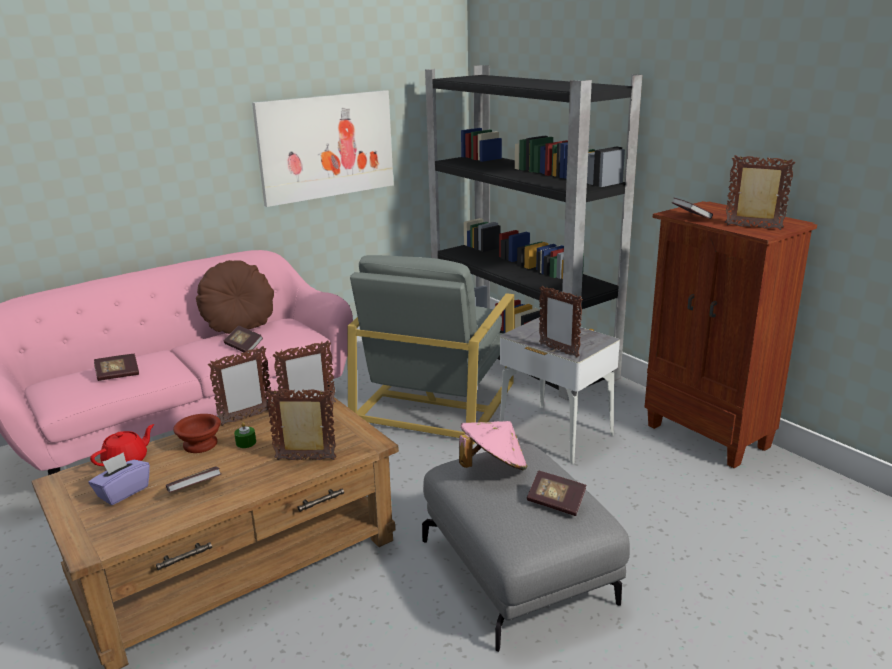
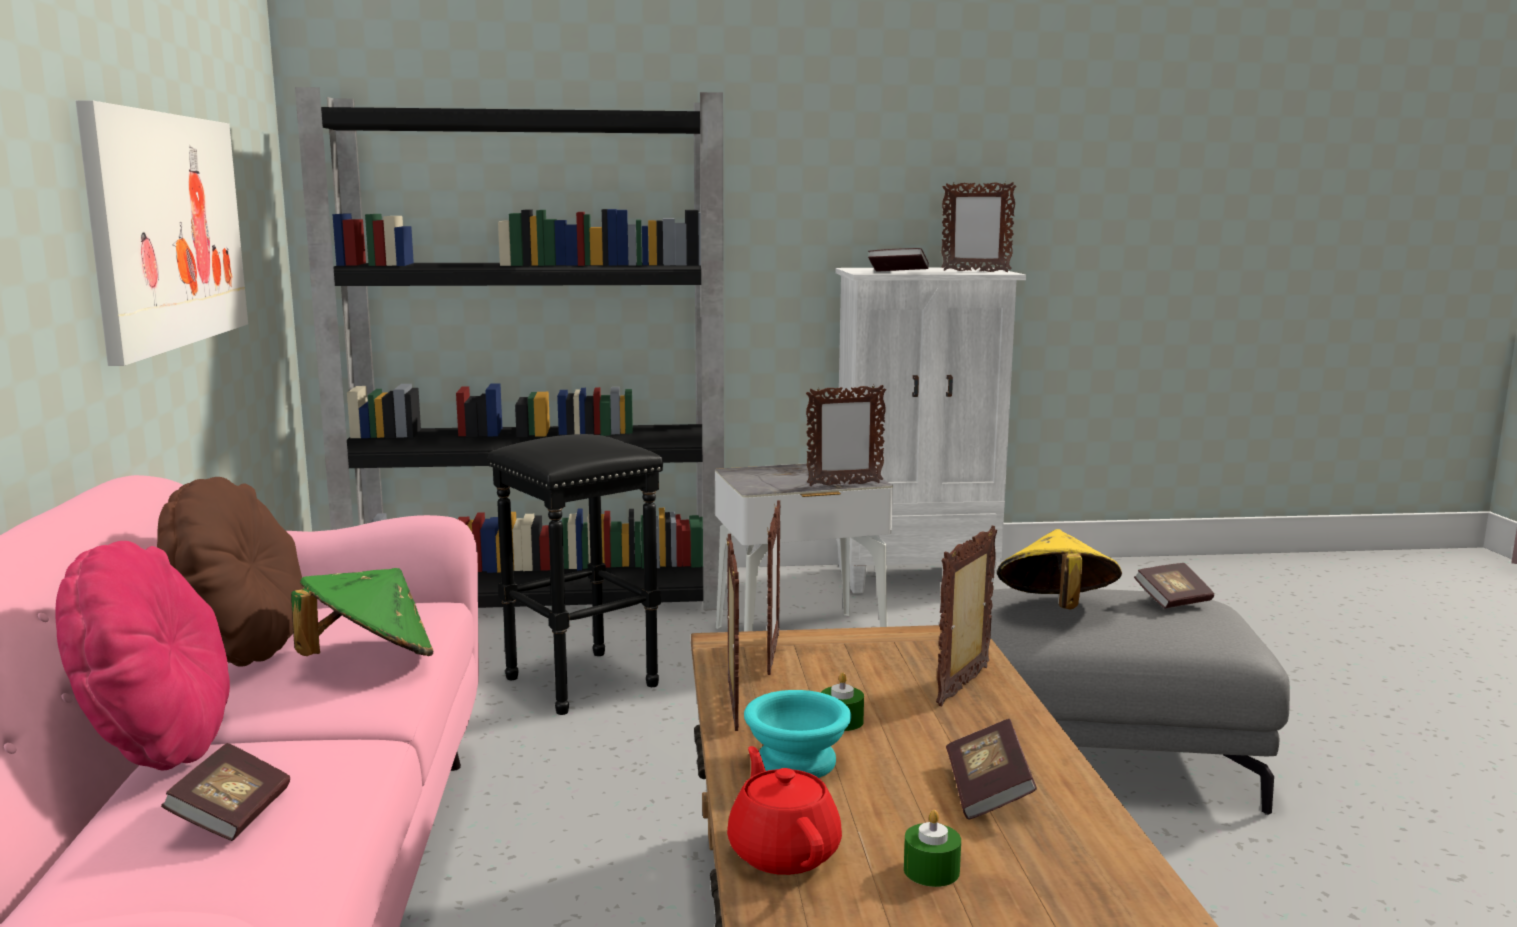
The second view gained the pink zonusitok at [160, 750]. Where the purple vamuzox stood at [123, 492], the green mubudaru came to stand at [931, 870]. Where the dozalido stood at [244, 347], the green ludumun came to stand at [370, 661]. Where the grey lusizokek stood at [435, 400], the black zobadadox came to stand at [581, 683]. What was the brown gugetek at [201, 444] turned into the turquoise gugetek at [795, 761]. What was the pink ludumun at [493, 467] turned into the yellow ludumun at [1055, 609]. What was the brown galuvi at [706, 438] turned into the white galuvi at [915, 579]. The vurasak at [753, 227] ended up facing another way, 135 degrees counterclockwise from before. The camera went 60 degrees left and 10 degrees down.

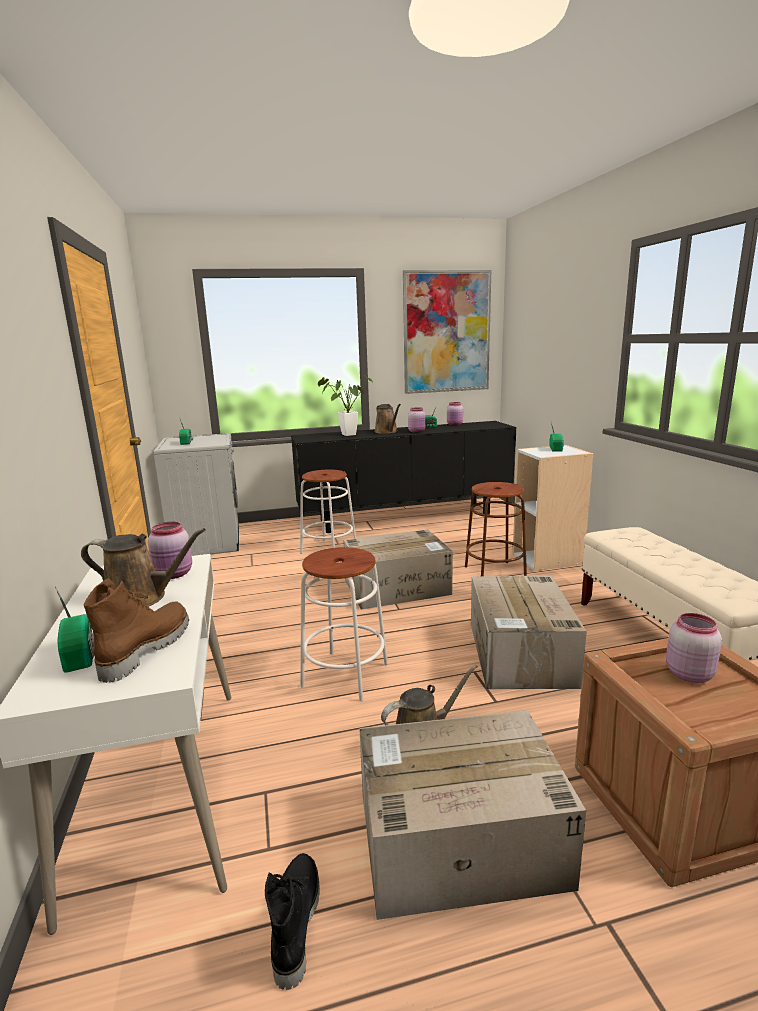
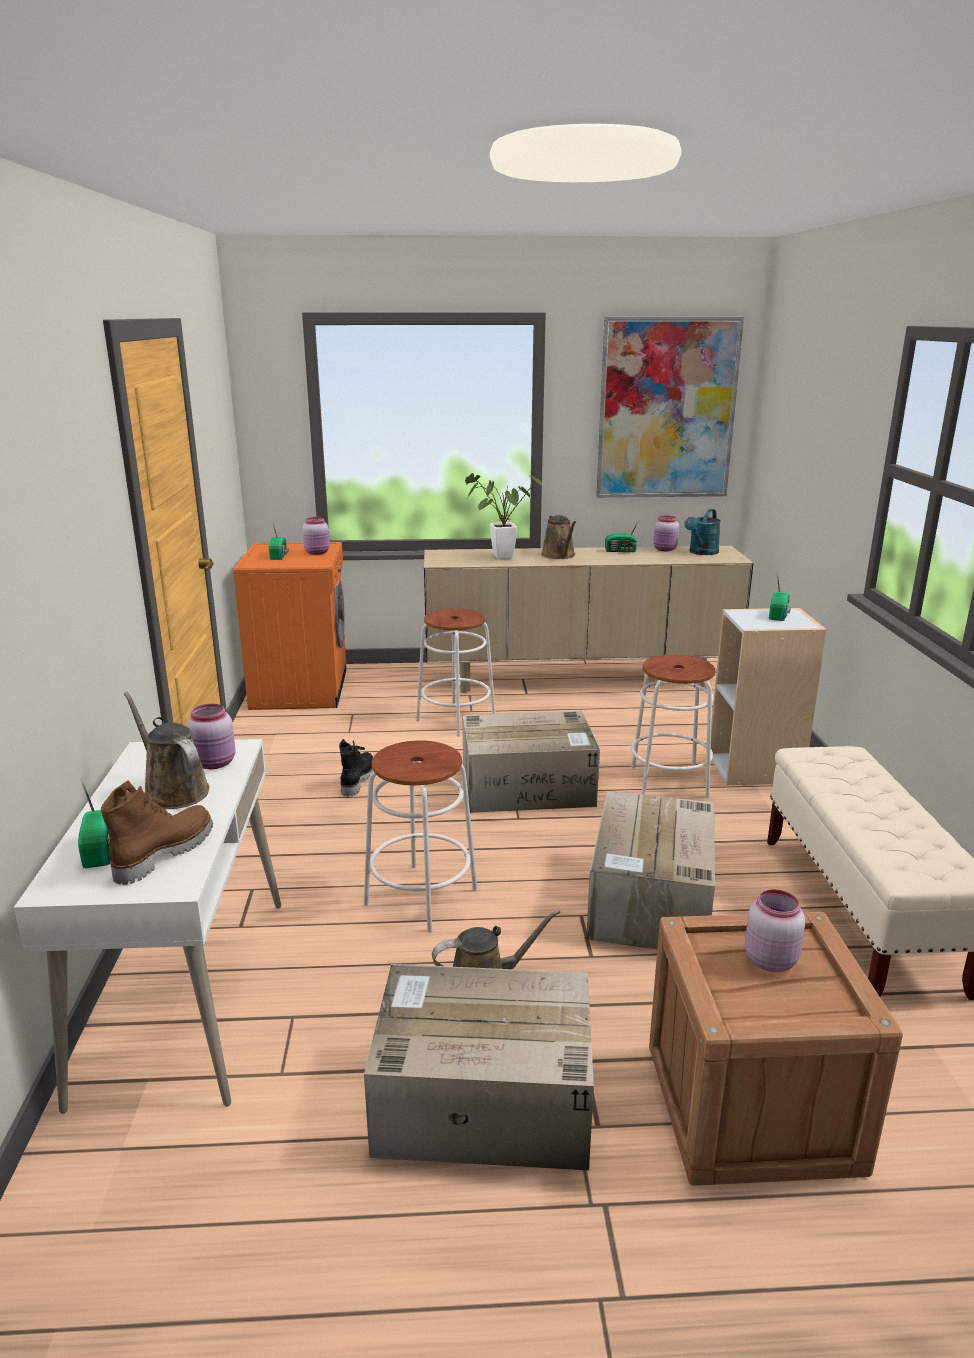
The second view gained the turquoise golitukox at [701, 552]. The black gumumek ended up elsewhere, having gone from [294, 923] to [357, 780]. The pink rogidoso ended up elsewhere, having gone from [417, 431] to [318, 552]. What was the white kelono at [209, 541] turned into the orange kelono at [302, 689]. What was the black galuvi at [405, 518] turned into the beige galuvi at [579, 679]. What was the brown zobadadox at [494, 573] turned into the white zobadadox at [669, 781]. The brown golitukox at [141, 598] ended up facing another way, 150 degrees counterclockwise from before. The camera went 10 degrees right and 5 degrees up.

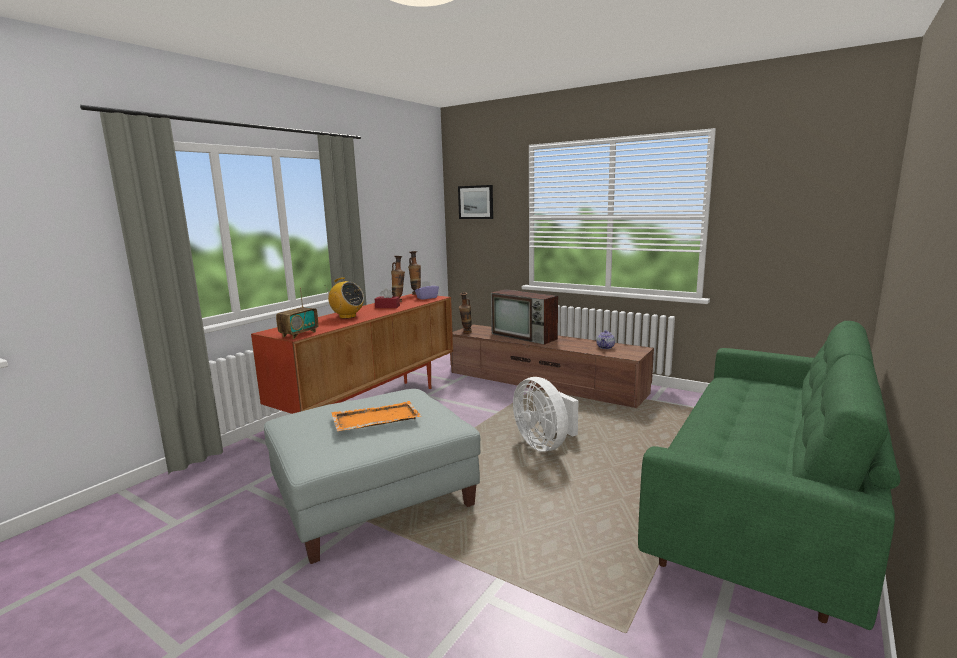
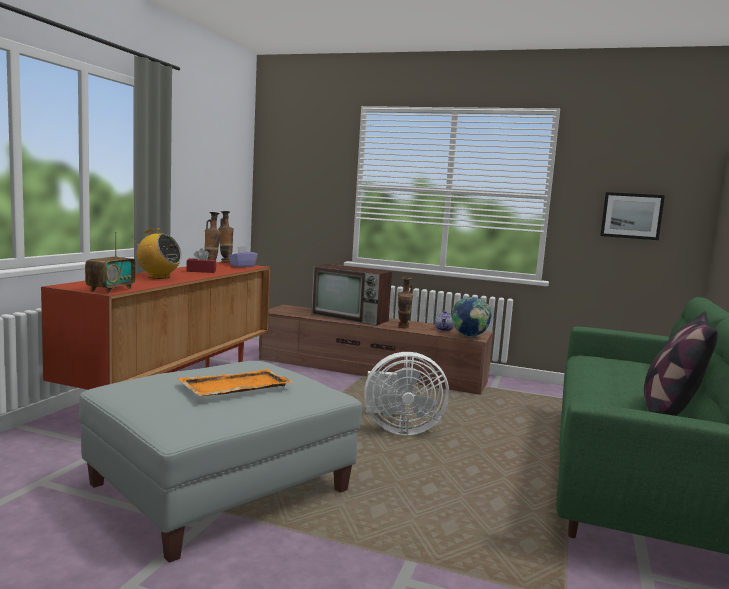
The second view gained the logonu at [469, 337]. The second view gained the zonusitok at [669, 413]. The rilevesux ended up elsewhere, having gone from [476, 202] to [631, 216]. The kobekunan ended up elsewhere, having gone from [466, 333] to [403, 328]. The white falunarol at [545, 444] ended up facing another way, 45 degrees counterclockwise from before. The camera went 15 degrees left and 5 degrees down.

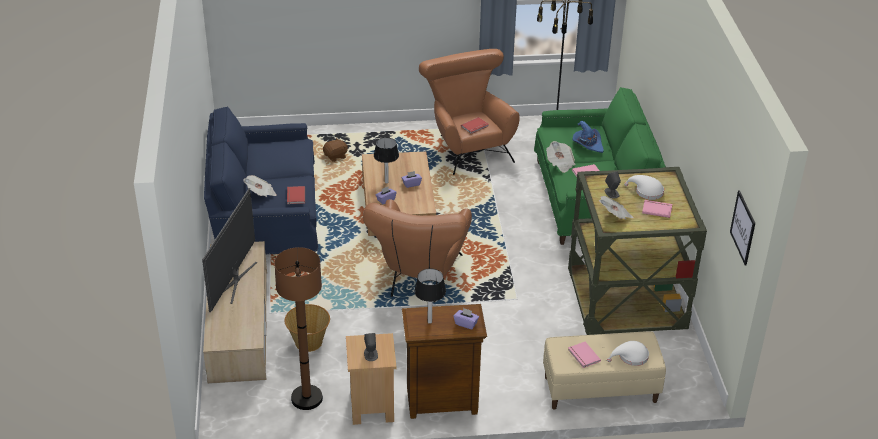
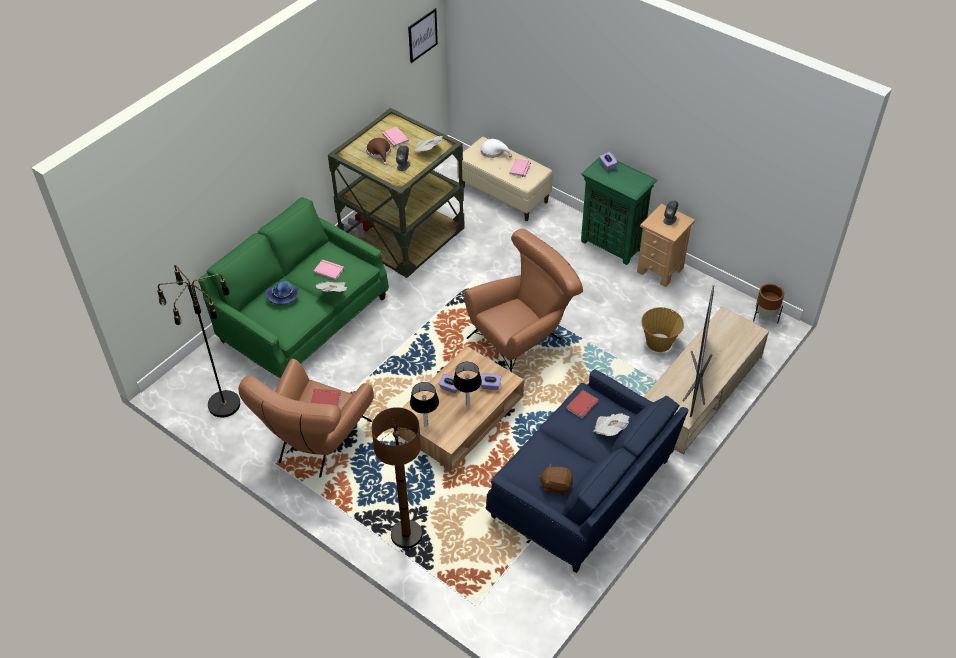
The second view gained the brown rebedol at [765, 317]. The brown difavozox ended up elsewhere, having gone from [307, 398] to [406, 535]. The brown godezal ended up elsewhere, having gone from [335, 156] to [556, 485]. The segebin ended up elsewhere, having gone from [429, 322] to [426, 425]. What was the brown galuvi at [441, 404] turned into the green galuvi at [612, 245]. What was the white ludumun at [646, 191] turned into the brown ludumun at [379, 152]. The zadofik at [234, 280] ended up facing another way, 135 degrees clockwise from before. The camera went 135 degrees left and 10 degrees up.

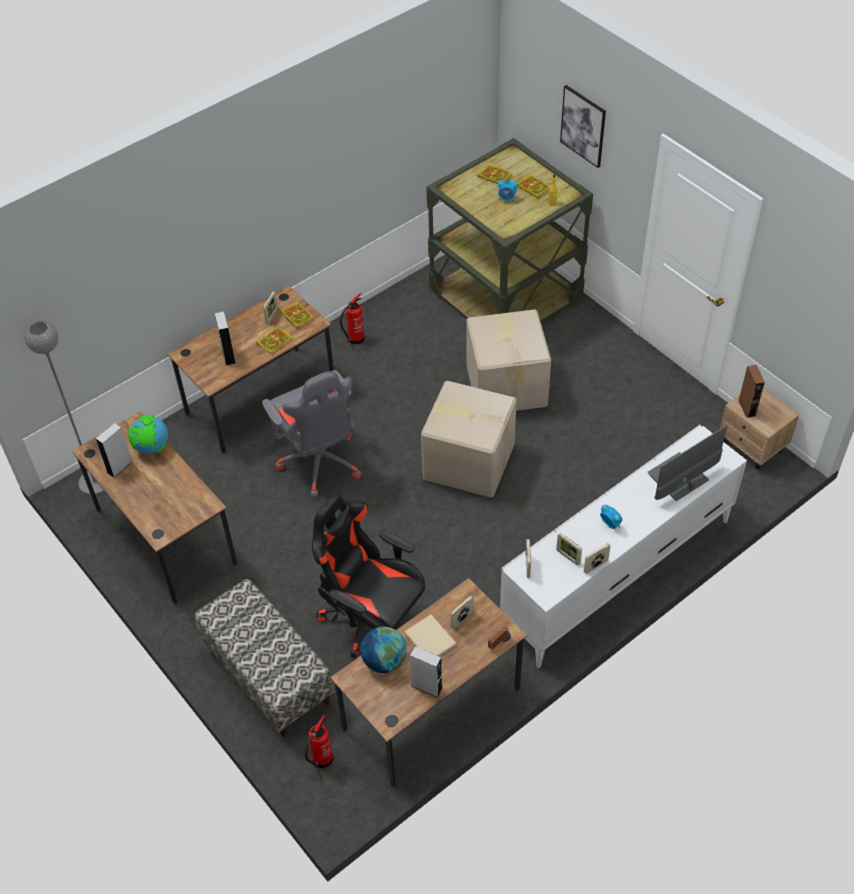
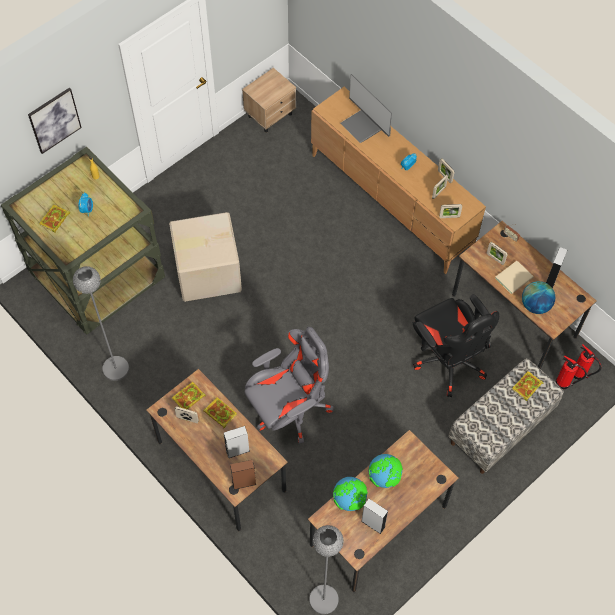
The second view lost the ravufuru at [468, 461]. The second view gained the grey difavozox at [115, 368]. The second view gained the logonu at [384, 477]. The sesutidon ended up elsewhere, having gone from [355, 339] to [580, 374]. The dozalido ended up elsewhere, having gone from [532, 187] to [526, 387]. The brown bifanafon ended up elsewhere, having gone from [747, 408] to [244, 483]. What was the white galuvi at [617, 576] turned into the brown galuvi at [391, 202]. The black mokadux at [373, 621] ended up facing another way, 60 degrees counterclockwise from before. The camera went 95 degrees left and 10 degrees up.

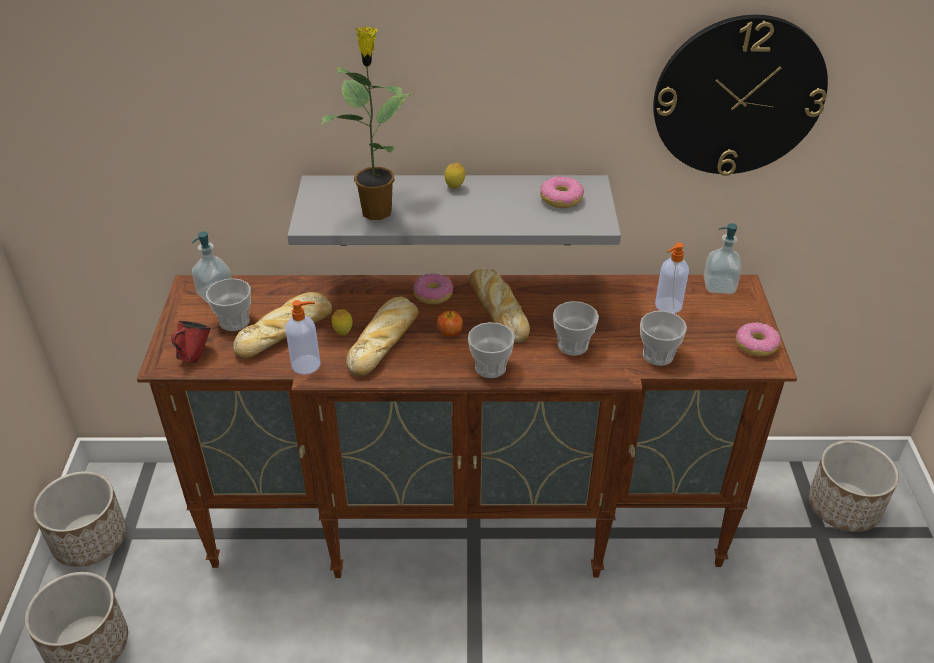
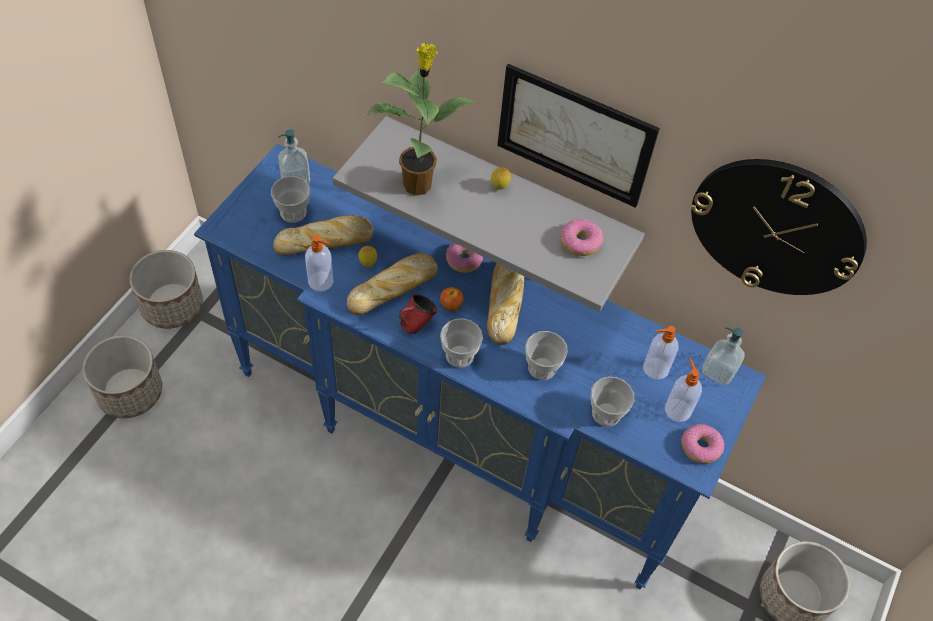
The second view gained the rilevesux at [574, 135]. The second view gained the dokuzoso at [677, 409]. The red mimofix ended up elsewhere, having gone from [194, 356] to [416, 325]. What was the brown galuvi at [467, 521] turned into the blue galuvi at [457, 437]. The camera went 25 degrees right and 15 degrees up.

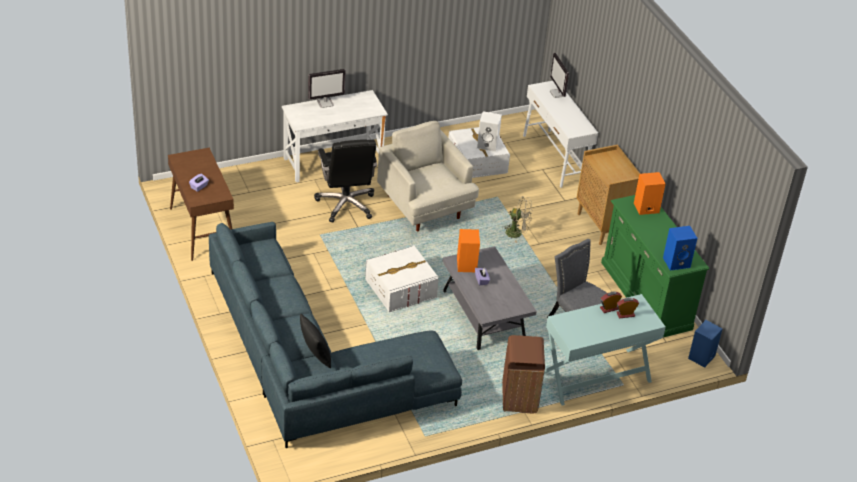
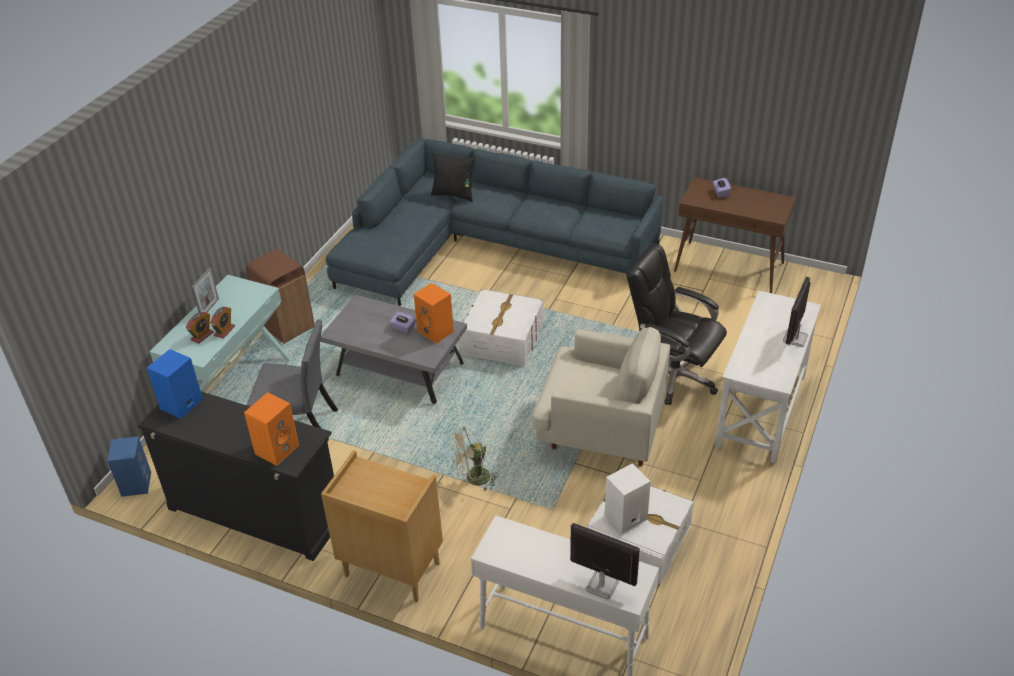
The second view gained the vurasak at [209, 308]. What was the green galuvi at [646, 295] turned into the black galuvi at [255, 512]. The camera went 140 degrees right and 0 degrees up.

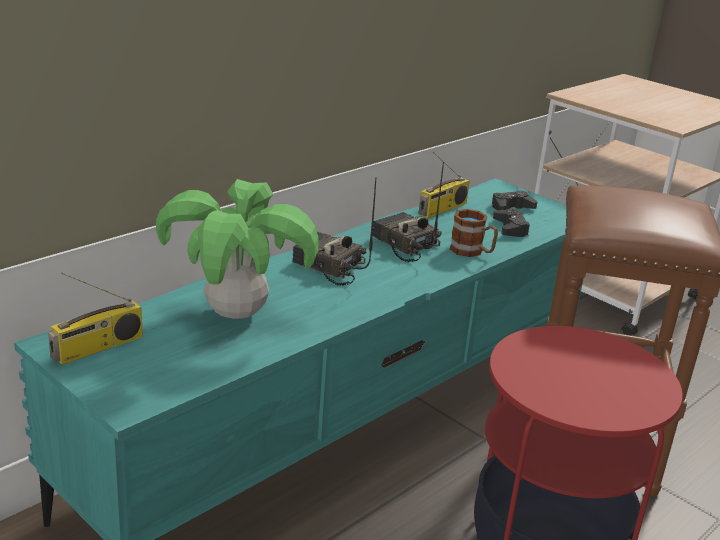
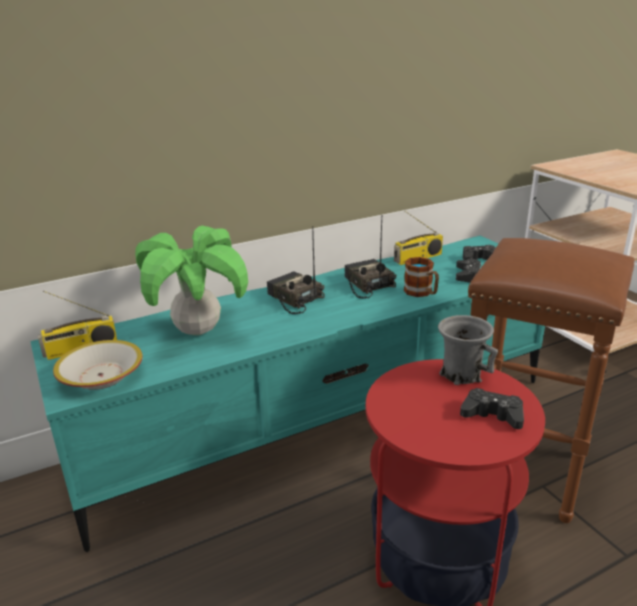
The second view gained the gugetek at [101, 376]. The second view gained the grey mimofix at [462, 374]. The second view gained the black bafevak at [492, 415]. The camera went 20 degrees right and 0 degrees up.

